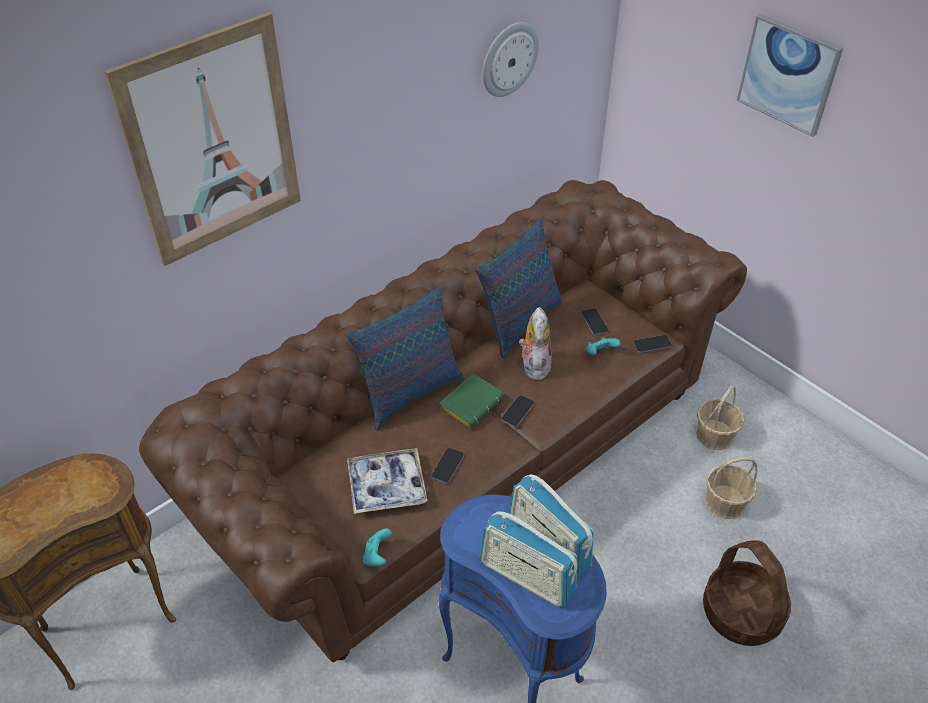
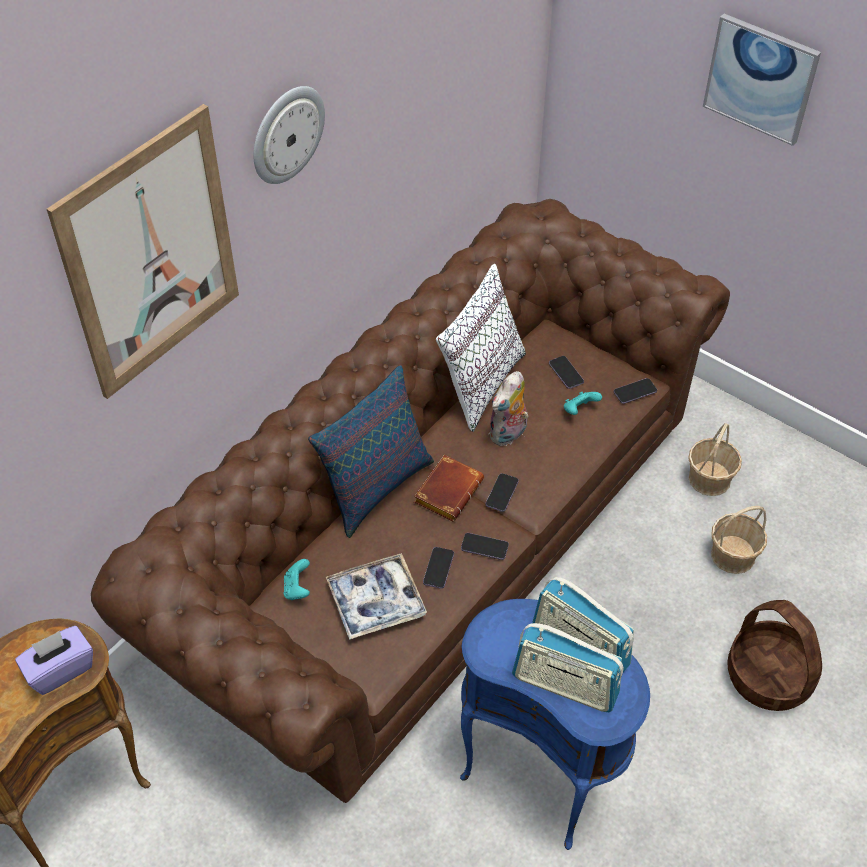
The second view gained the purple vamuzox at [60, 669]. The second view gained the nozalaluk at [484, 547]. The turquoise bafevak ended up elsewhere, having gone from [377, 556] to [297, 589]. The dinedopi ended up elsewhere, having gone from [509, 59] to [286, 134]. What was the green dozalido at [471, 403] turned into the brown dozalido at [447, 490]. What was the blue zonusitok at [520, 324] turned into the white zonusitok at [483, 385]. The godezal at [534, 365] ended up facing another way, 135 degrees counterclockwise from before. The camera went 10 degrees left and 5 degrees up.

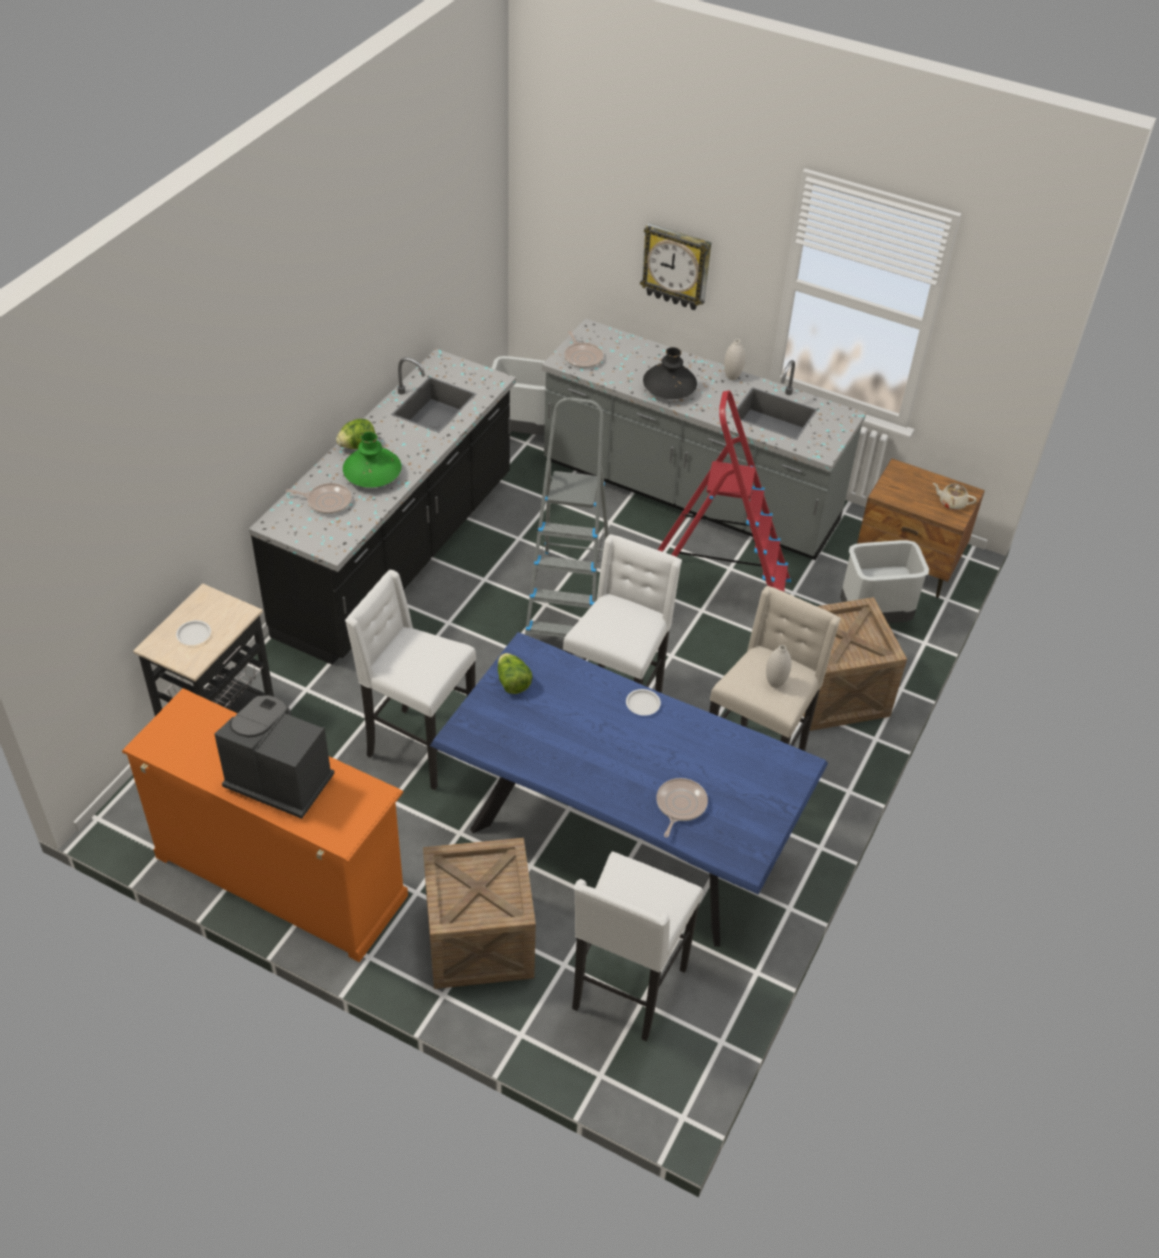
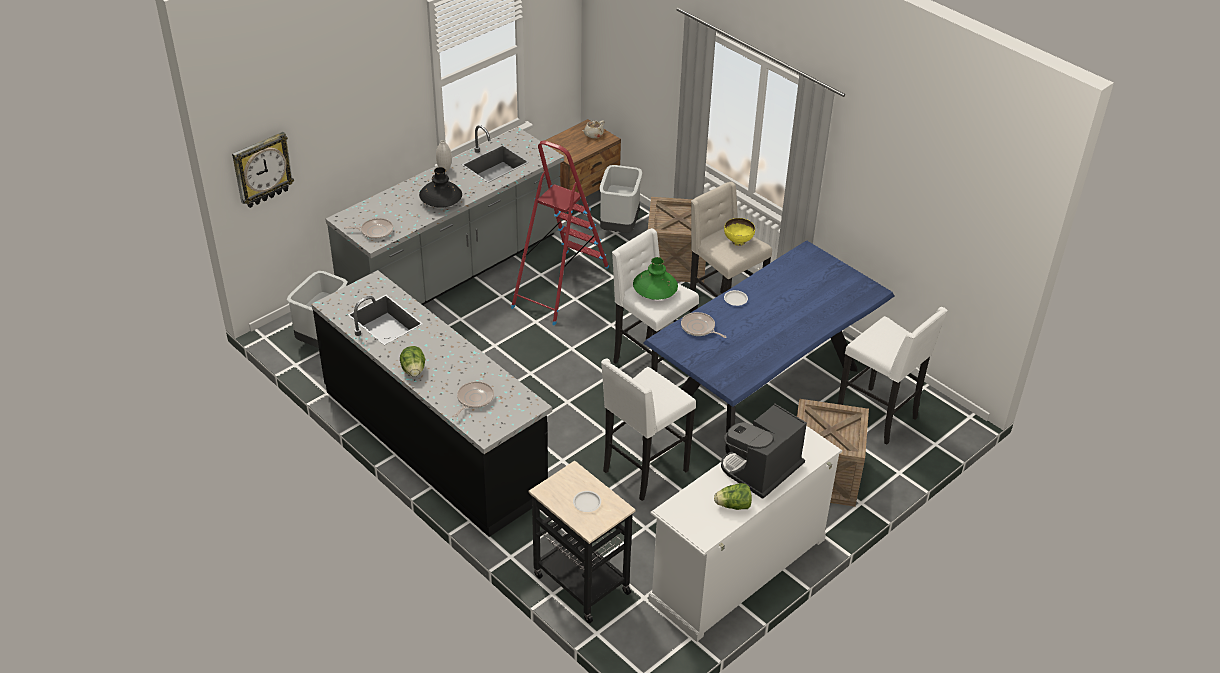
The second view lost the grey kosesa at [568, 603]. The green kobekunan ended up elsewhere, having gone from [372, 476] to [655, 291]. The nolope ended up elsewhere, having gone from [512, 683] to [733, 506]. The dinedopi ended up elsewhere, having gone from [676, 266] to [262, 170]. The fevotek ended up elsewhere, having gone from [680, 805] to [699, 328]. Where the white kobekunan stood at [775, 683], the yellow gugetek came to stand at [738, 241]. What was the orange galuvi at [280, 876] turned into the white galuvi at [738, 570]. The camera went 70 degrees left and 5 degrees down.

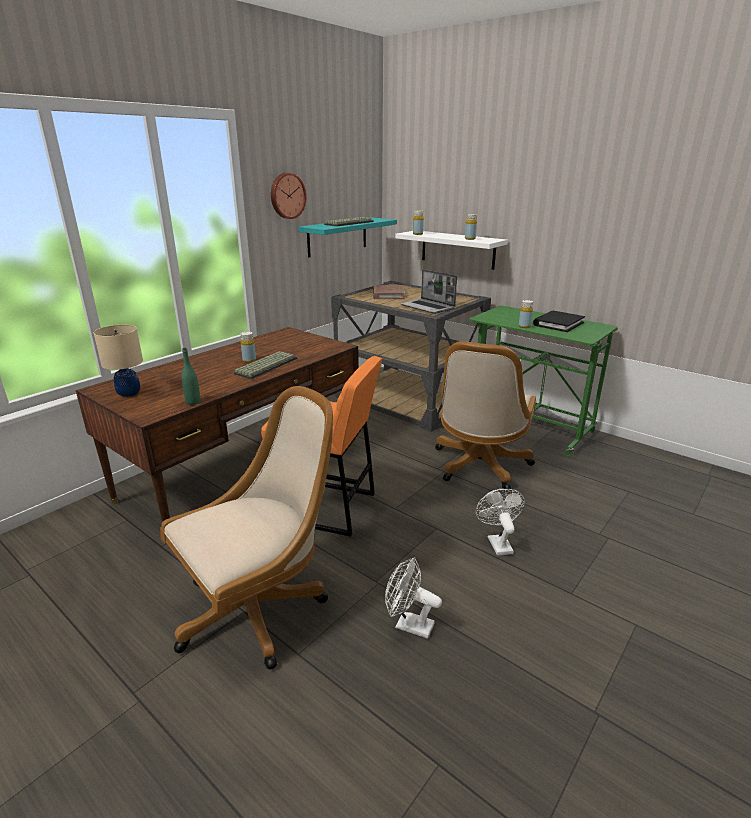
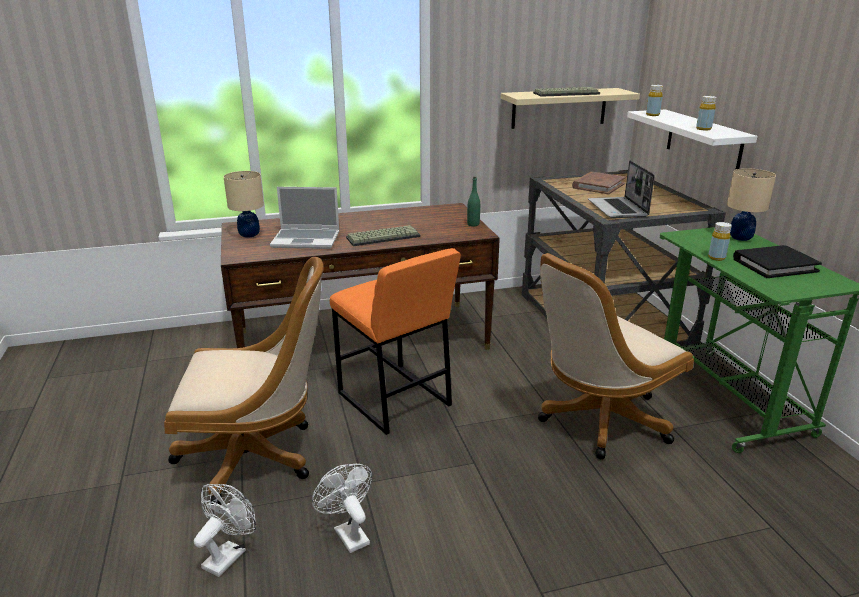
The second view lost the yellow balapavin at [249, 360]. The second view lost the dinedopi at [287, 196]. The second view gained the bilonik at [307, 240]. The second view gained the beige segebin at [740, 238]. The green balapavin ended up elsewhere, having gone from [193, 402] to [473, 224]. The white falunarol ended up elsewhere, having gone from [497, 542] to [228, 554]. What was the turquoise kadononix at [337, 236] turned into the beige kadononix at [559, 108]. The camera went 35 degrees right and 0 degrees up.

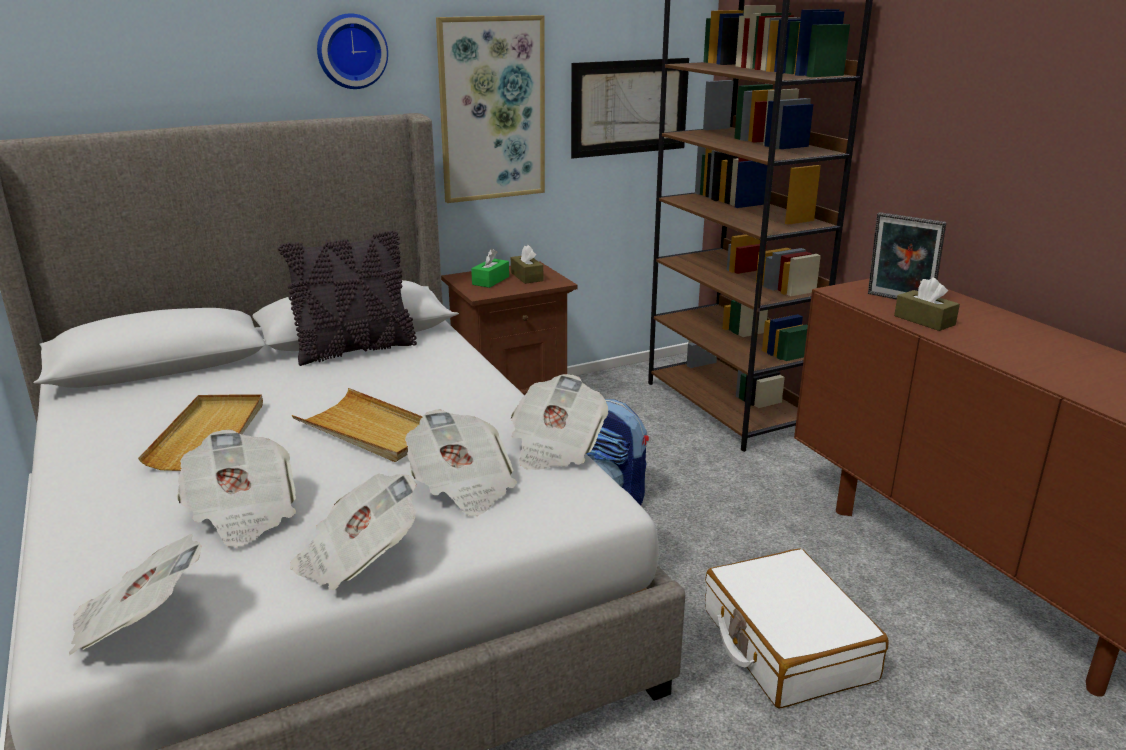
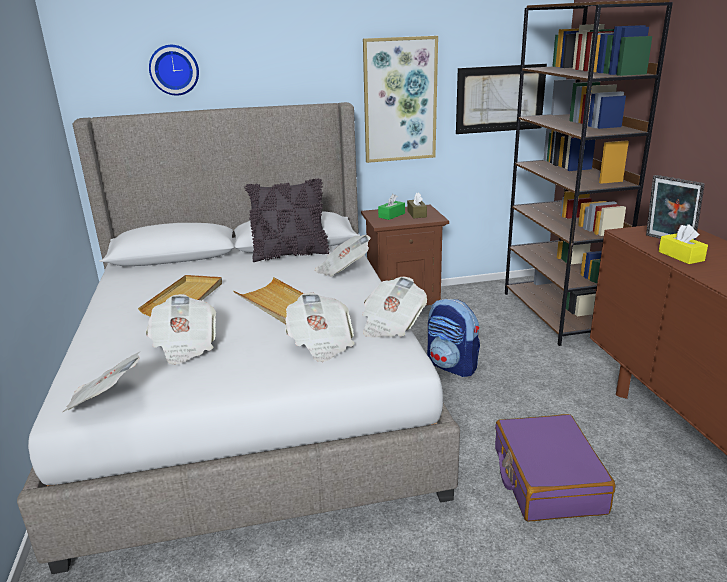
The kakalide ended up elsewhere, having gone from [357, 558] to [343, 269]. The dinedopi ended up elsewhere, having gone from [351, 51] to [174, 70]. What was the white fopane at [786, 644] turned into the purple fopane at [547, 480]. What was the brown vamuzox at [924, 320] turned into the yellow vamuzox at [681, 256]. The camera went 15 degrees right and 0 degrees up.

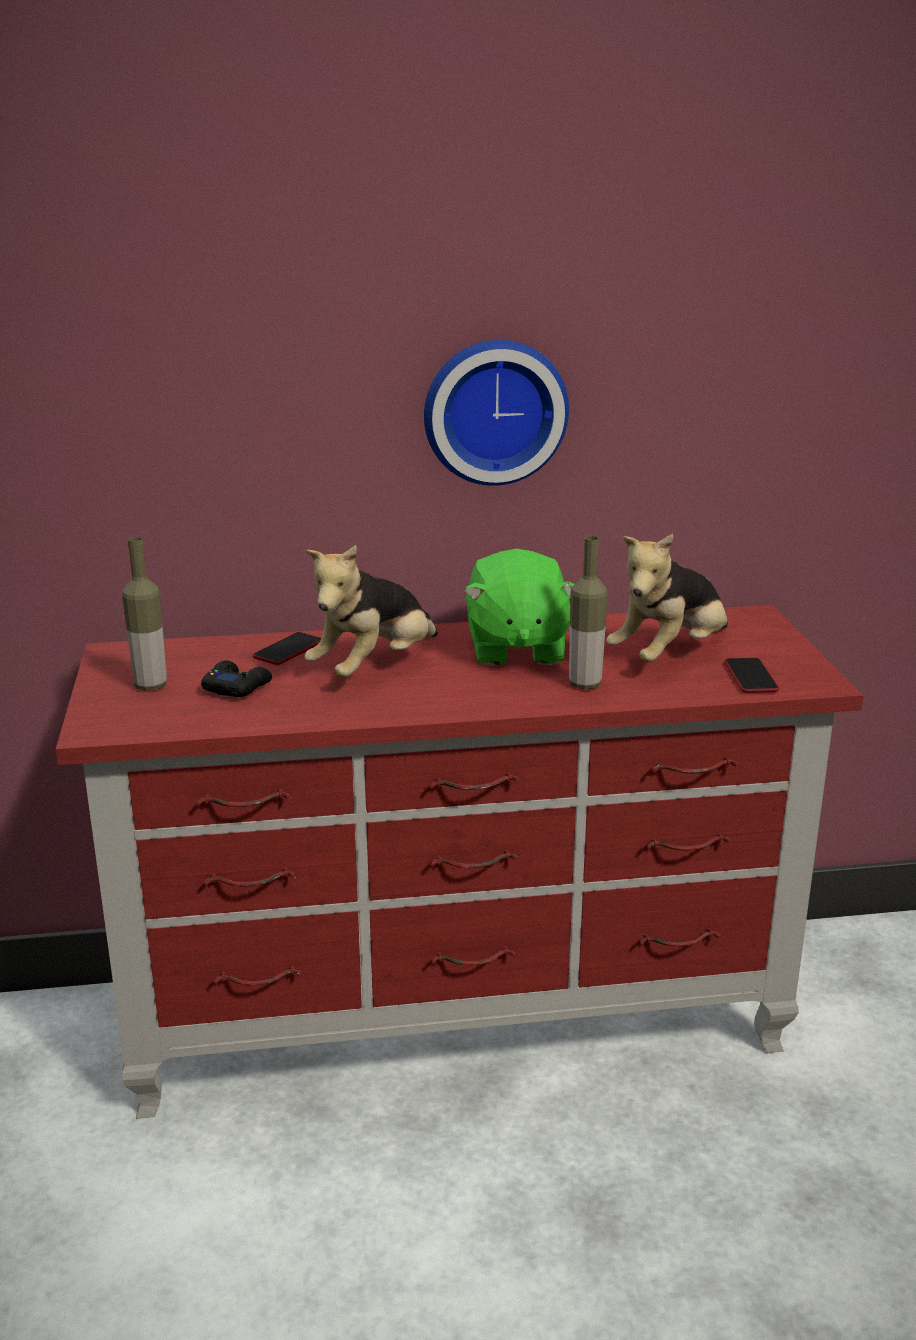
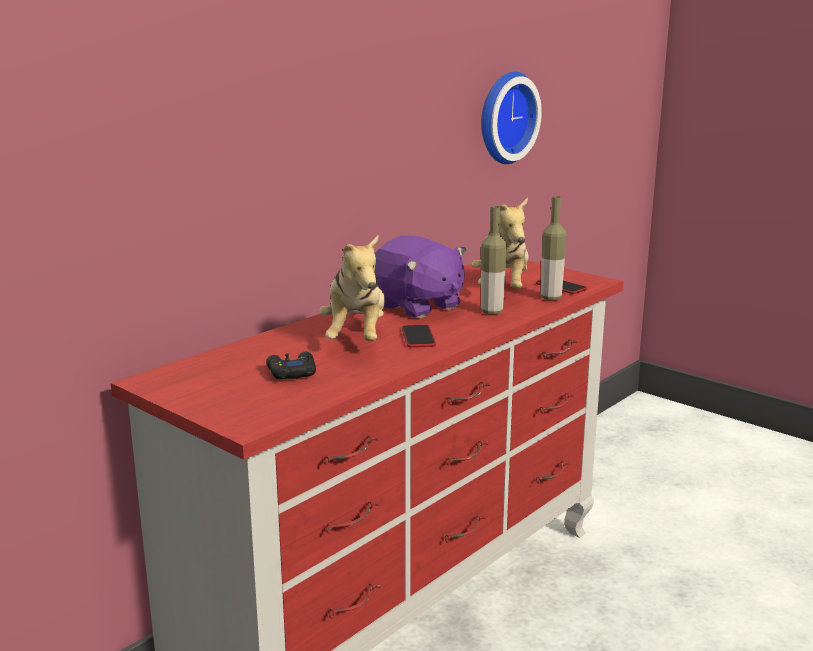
The balapavin ended up elsewhere, having gone from [151, 685] to [551, 298]. The nozalaluk ended up elsewhere, having gone from [288, 650] to [418, 337]. The dinedopi ended up elsewhere, having gone from [494, 411] to [504, 117]. What was the green godezal at [516, 649] turned into the purple godezal at [417, 306]. The camera went 40 degrees left and 5 degrees down.

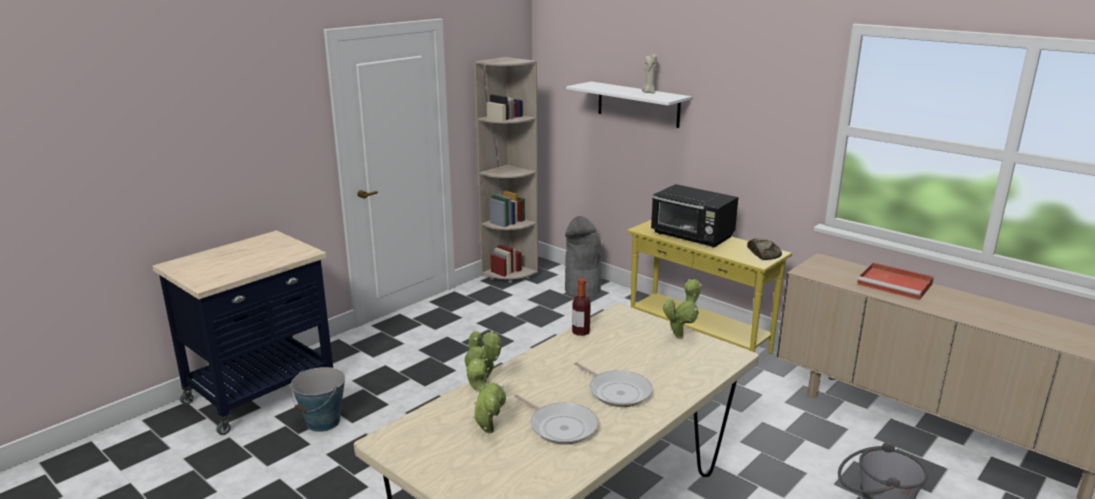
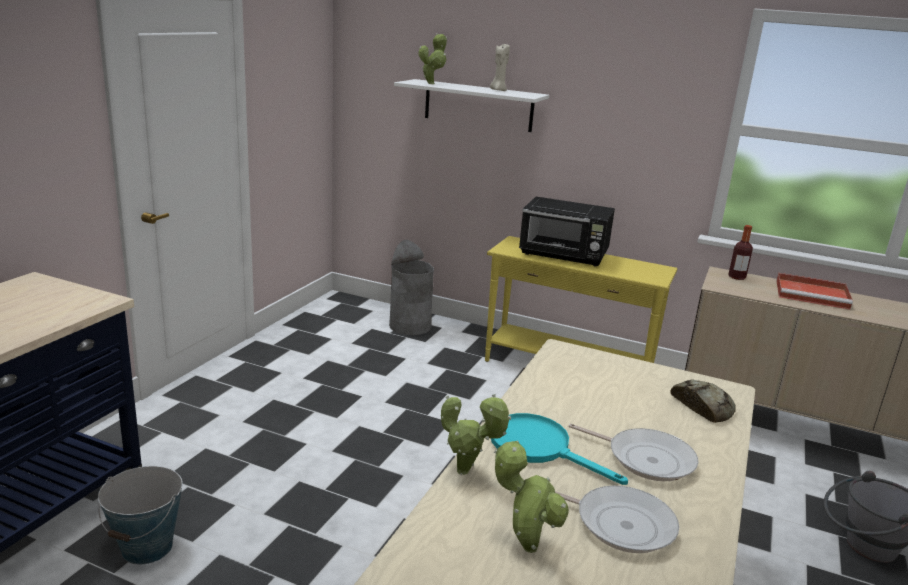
The second view lost the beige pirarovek at [510, 277]. The second view gained the turquoise fevotek at [539, 448]. The balapavin ended up elsewhere, having gone from [581, 332] to [736, 277]. The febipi ended up elsewhere, having gone from [681, 336] to [432, 83]. The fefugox ended up elsewhere, having gone from [763, 253] to [703, 406]. The camera went 20 degrees left and 0 degrees up.

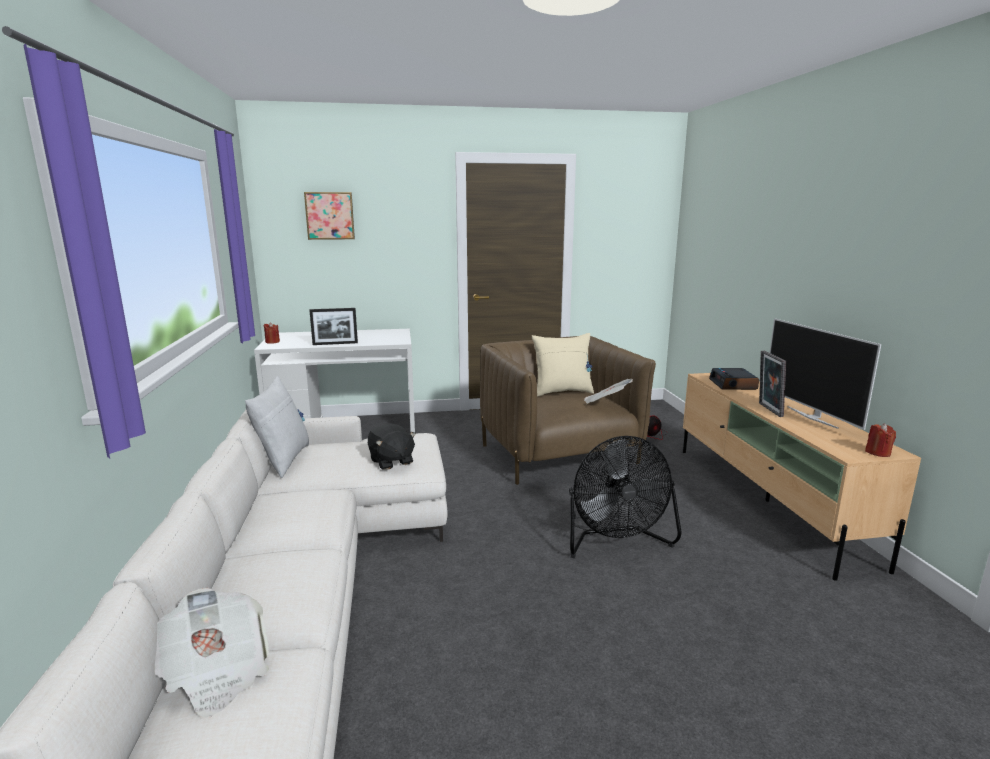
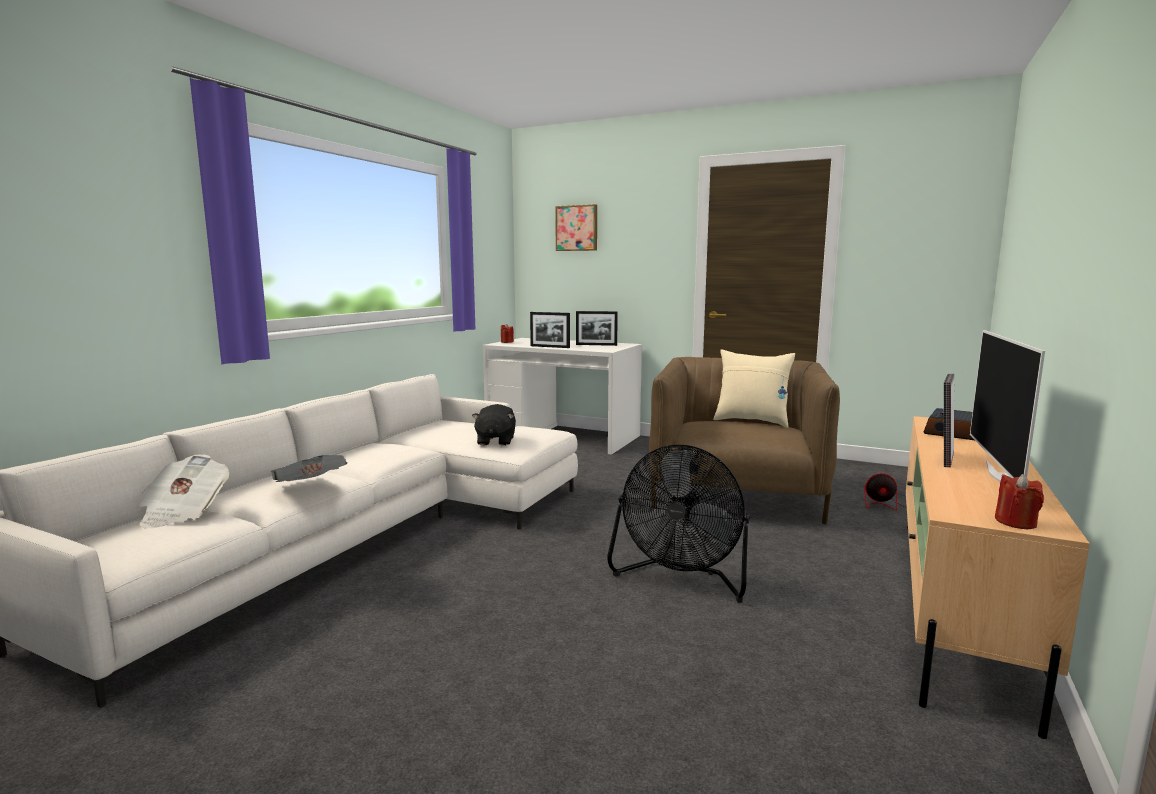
The second view lost the grey zonusitok at [284, 461]. The second view gained the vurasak at [596, 345]. The kakalide ended up elsewhere, having gone from [605, 403] to [311, 488]. The camera went 35 degrees right and 5 degrees down.

